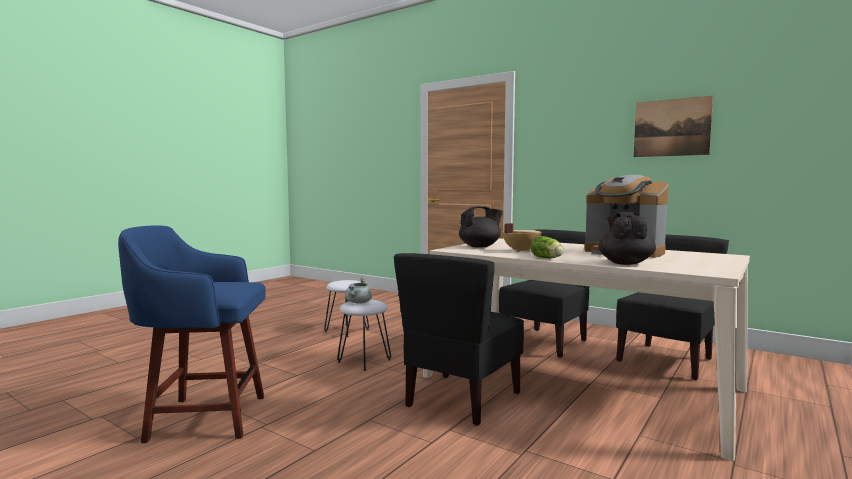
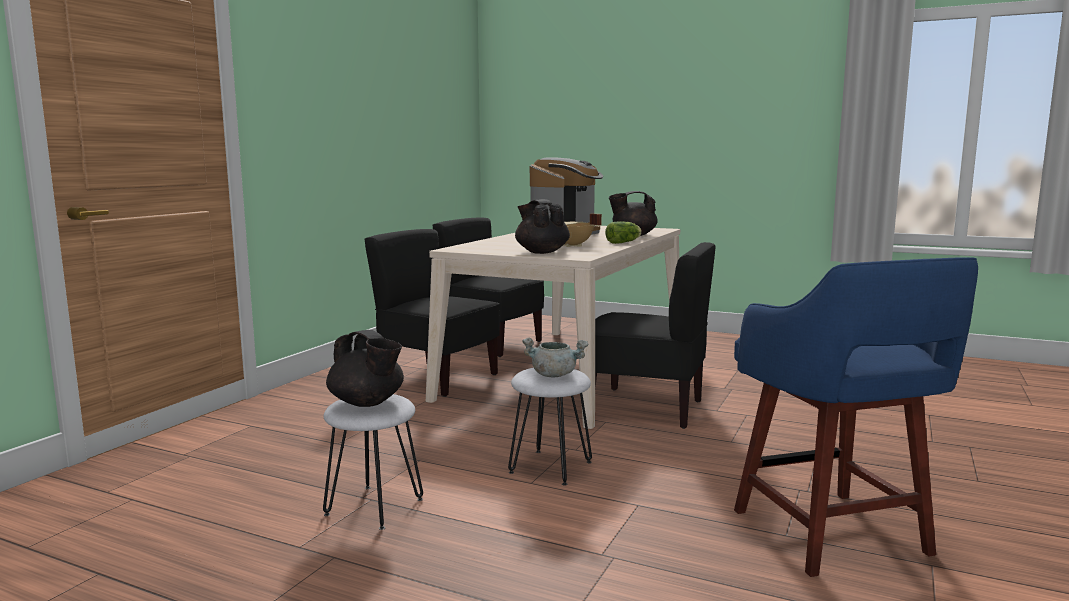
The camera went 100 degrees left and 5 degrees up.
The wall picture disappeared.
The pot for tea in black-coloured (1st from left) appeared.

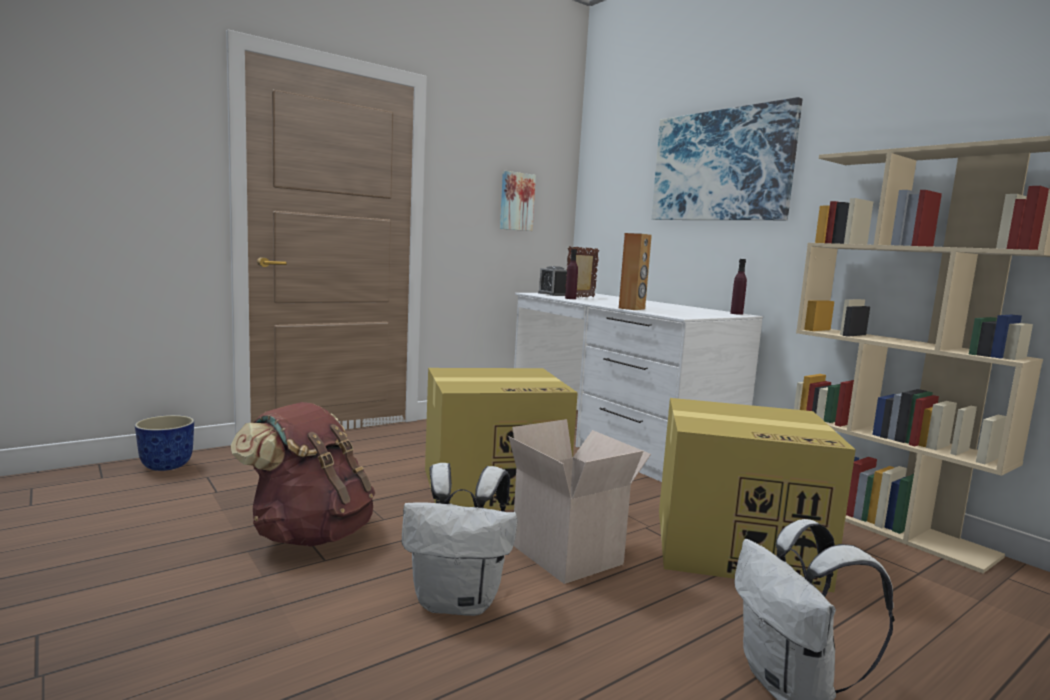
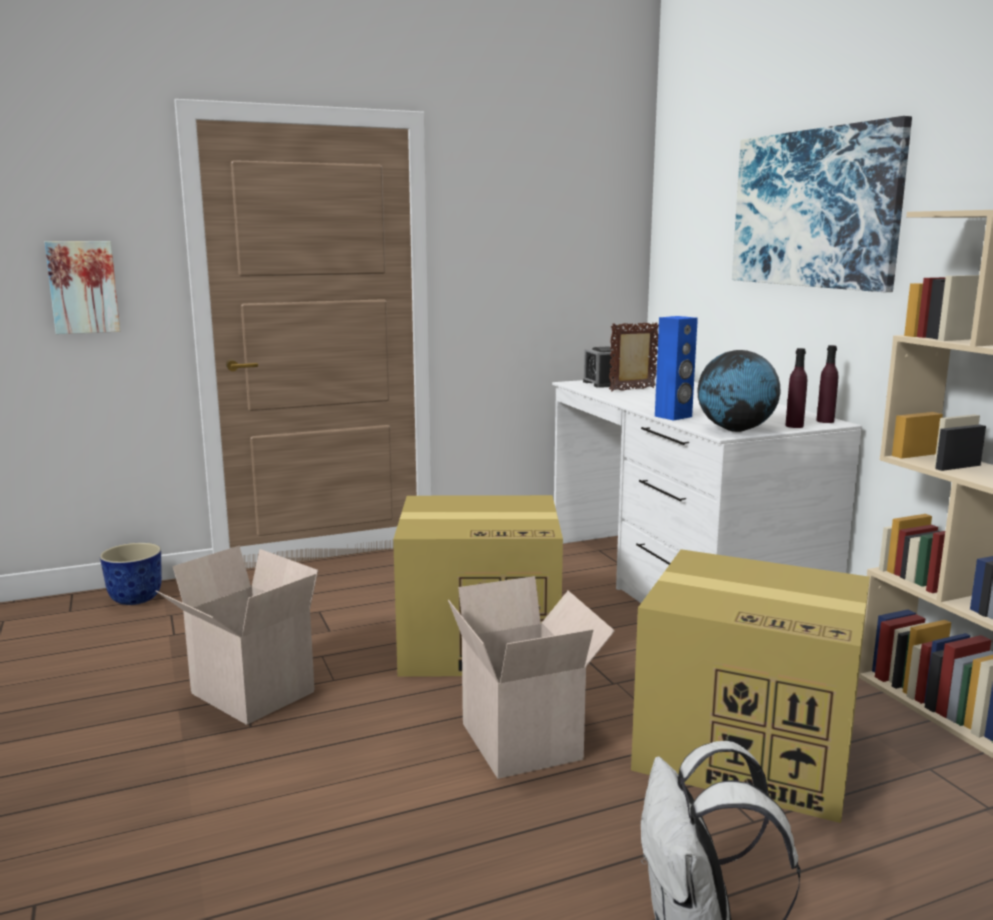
The camera went 15 degrees right and 5 degrees up.
The wall picture (1st from left) moved.
The audio speaker in brown became the audio speaker in blue.
The bottle in purple-coloured (1st from left) moved.
The backpack in brown was replaced by the carton (1st from left).
The backpack in white-coloured (1st from left) disappeared.
The globe appeared.

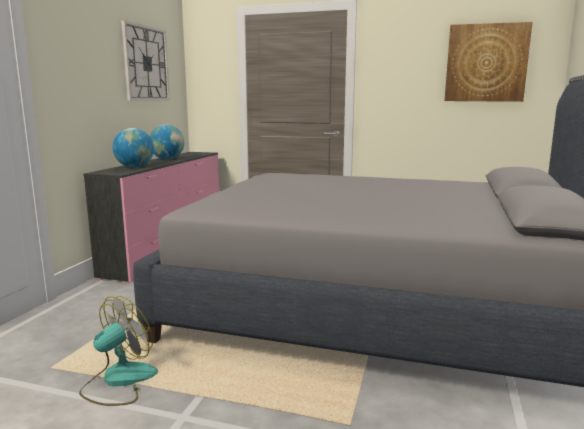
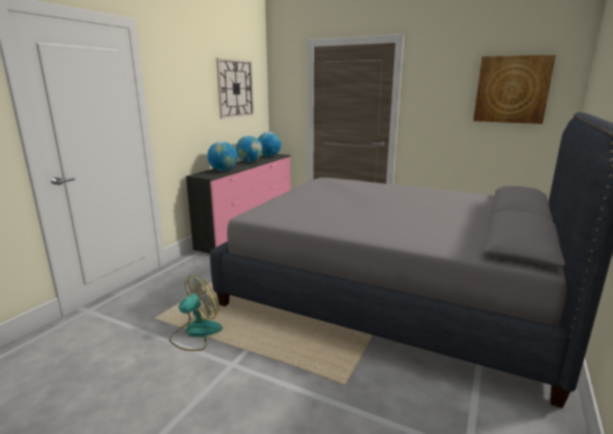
The camera went 10 degrees right and 5 degrees up.
The globe (3rd from left) appeared.

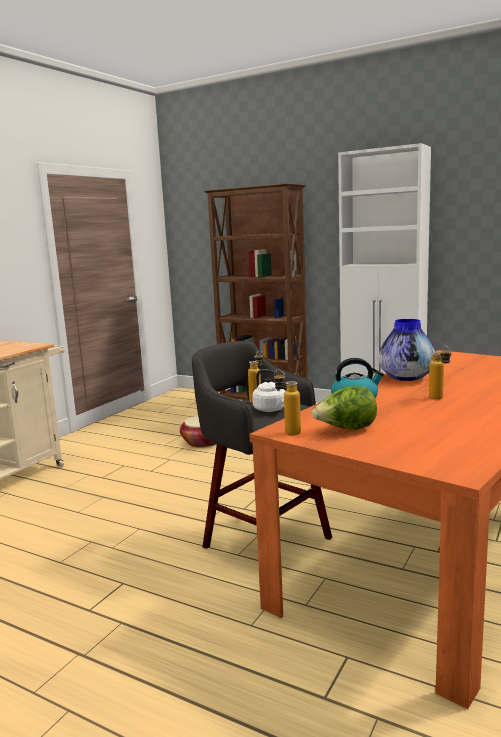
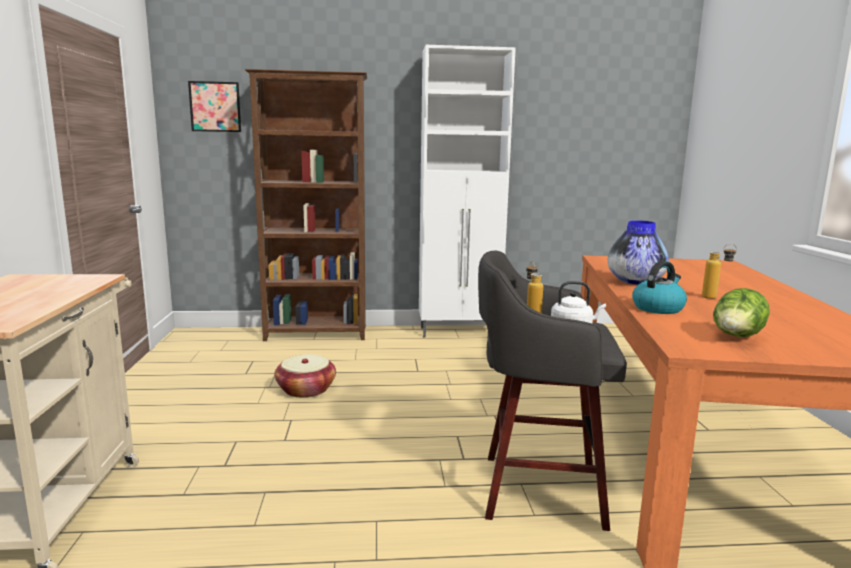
The camera went 35 degrees left and 0 degrees up.
The bottle (2nd from left) disappeared.
The wall picture appeared.

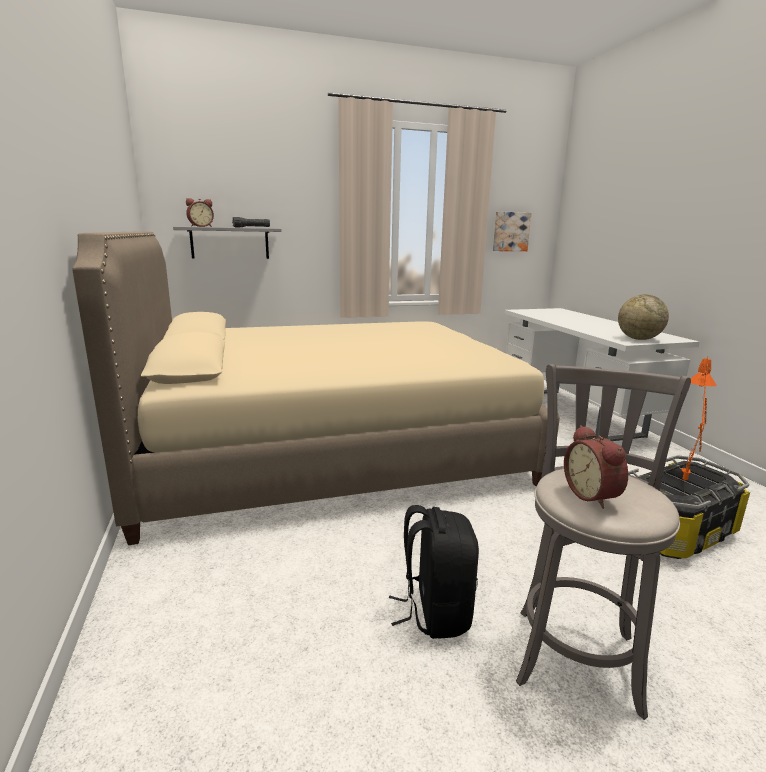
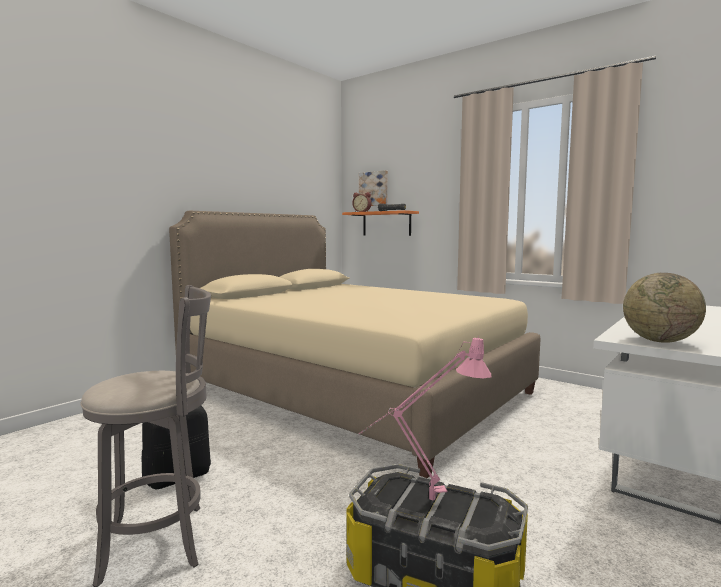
The camera went 55 degrees right and 10 degrees down.
The wall picture moved.
The shelf in greyish became the shelf in orange.
The lamp for a table in orange became the lamp for a table in pinkish.
The table clock (2nd from left) disappeared.

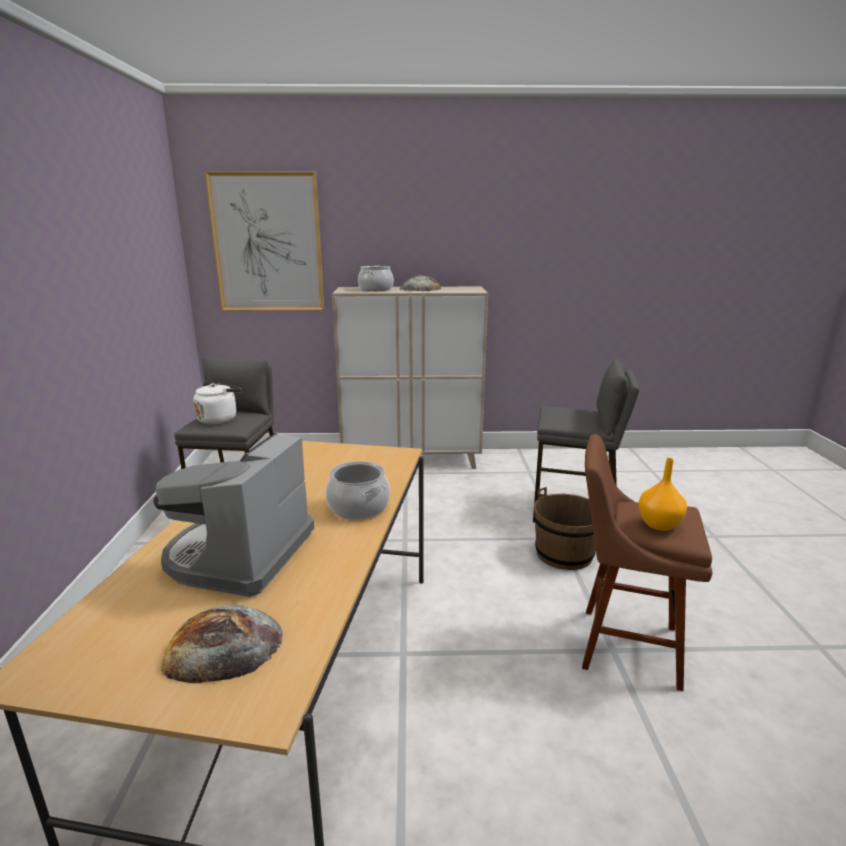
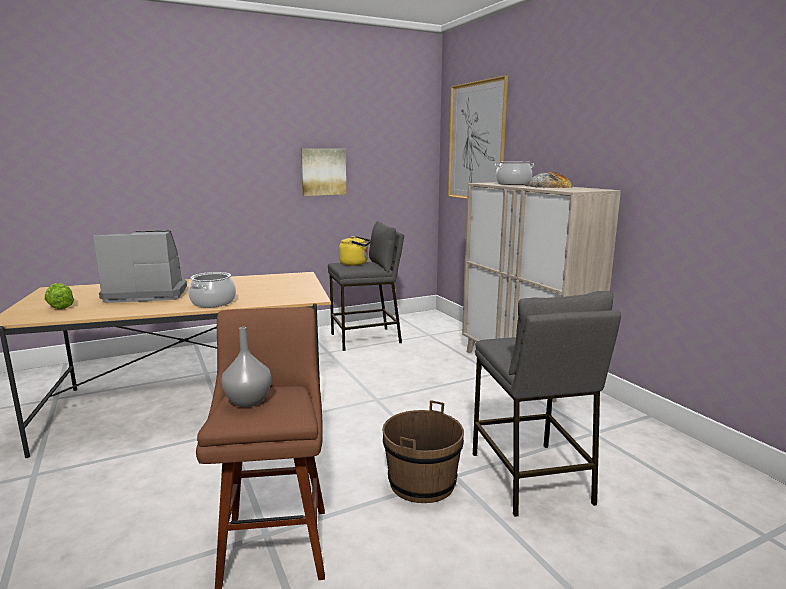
The camera went 65 degrees right and 5 degrees down.
The water kettle in white-coloured became the water kettle in yellow.
The vase in orange became the vase in greyish.
The baked bread (1st from left) was replaced by the lettuce.
The wall picture (1st from left) appeared.

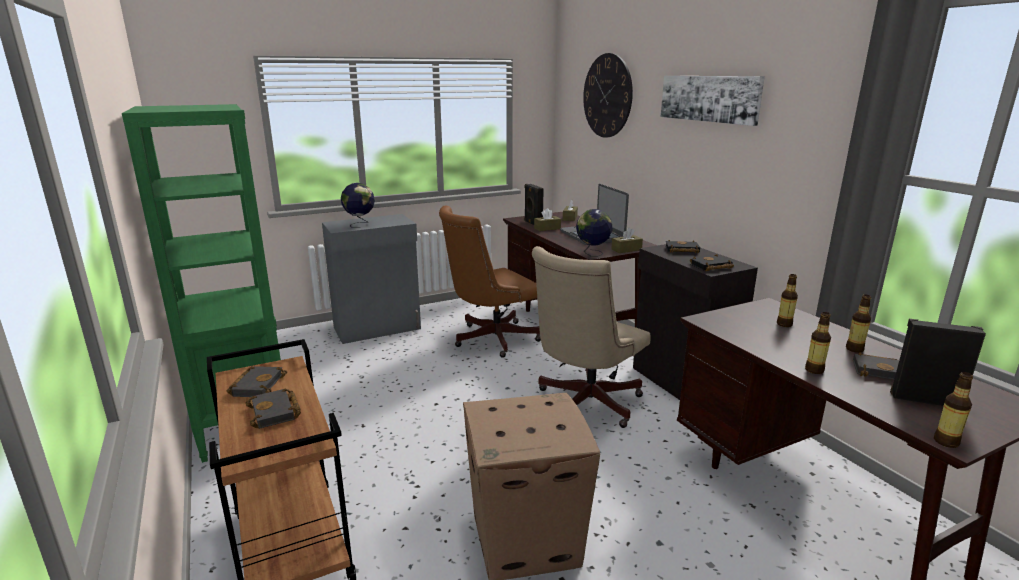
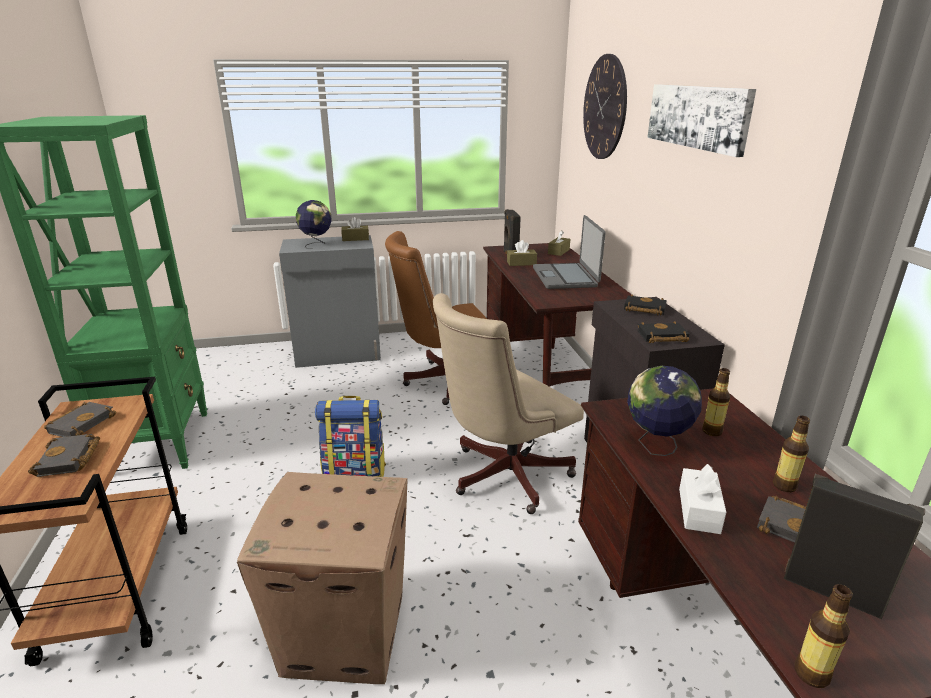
The camera went 15 degrees right and 5 degrees up.
The globe (2nd from left) moved.
The tissue box in brown (3rd from left in the first image) moved.
The bottle (2nd from left) was replaced by the tissue box in white-coloured.
The backpack appeared.

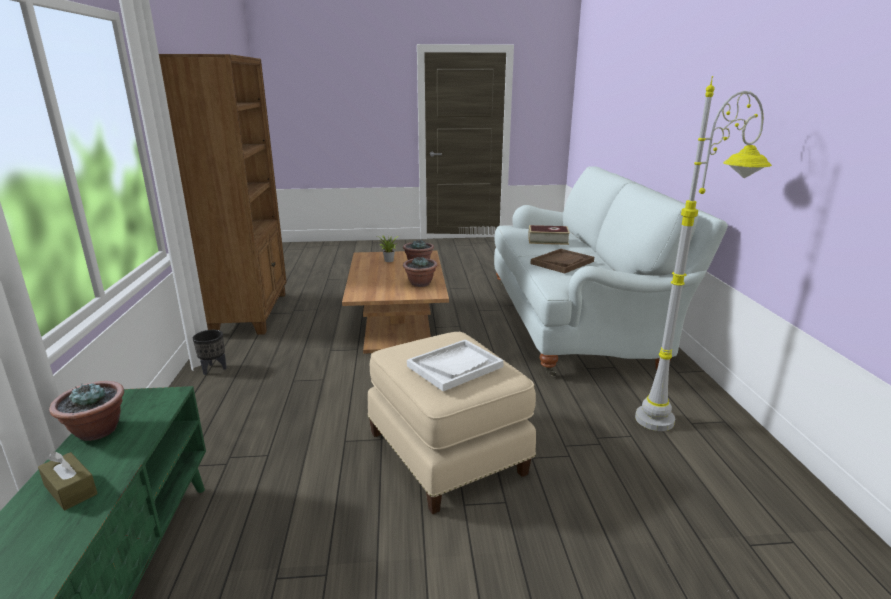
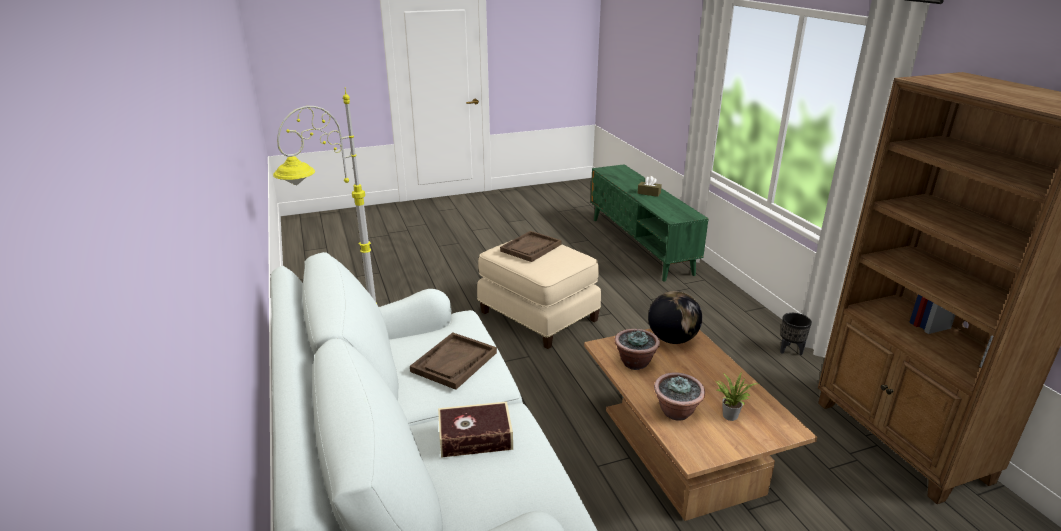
The camera went 165 degrees right and 5 degrees up.
The serving tray in white-coloured became the serving tray in brown (2nd from left).
The houseplant (1st from left) disappeared.
The globe appeared.

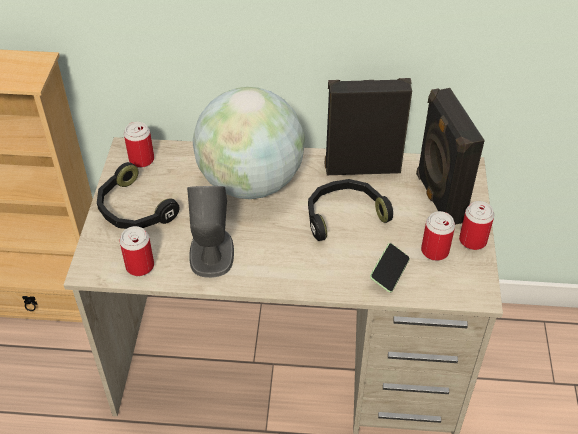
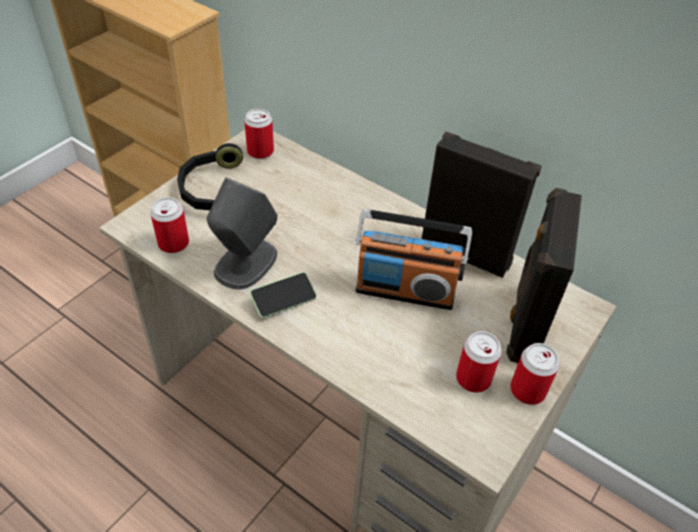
The camera went 30 degrees right and 0 degrees up.
The globe disappeared.
The pair of headphones in black-coloured (2nd from left) was replaced by the radio.
The handset moved.

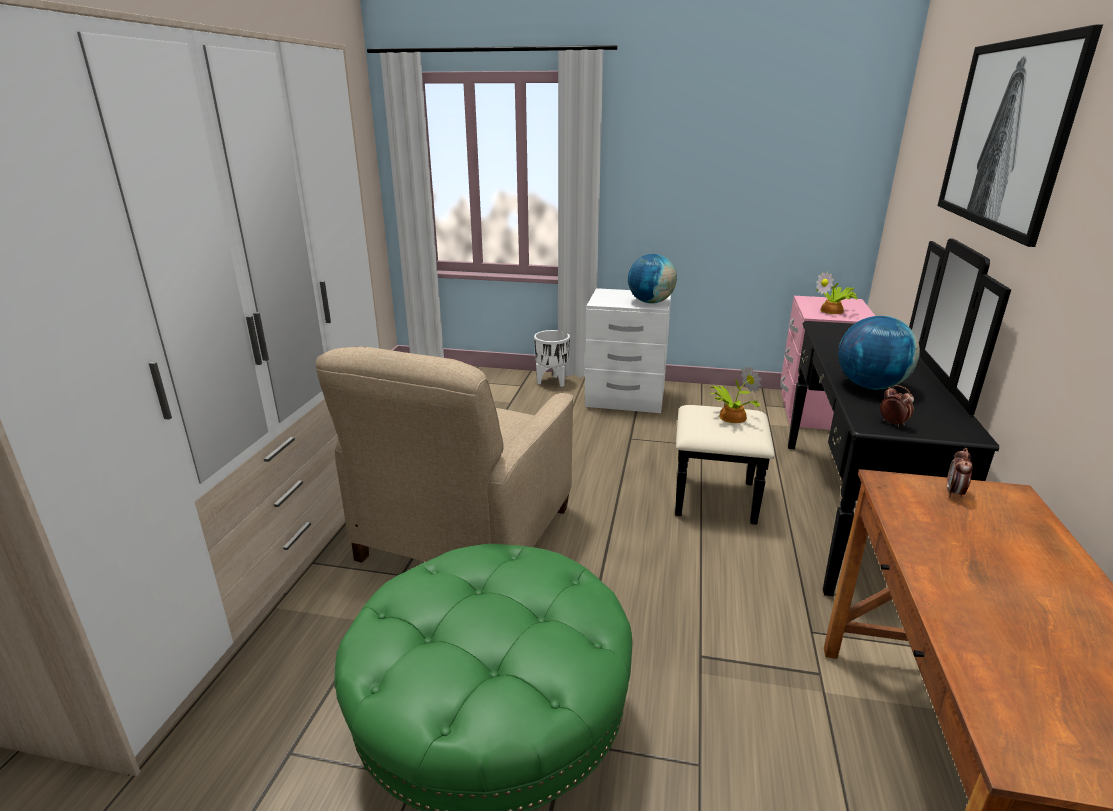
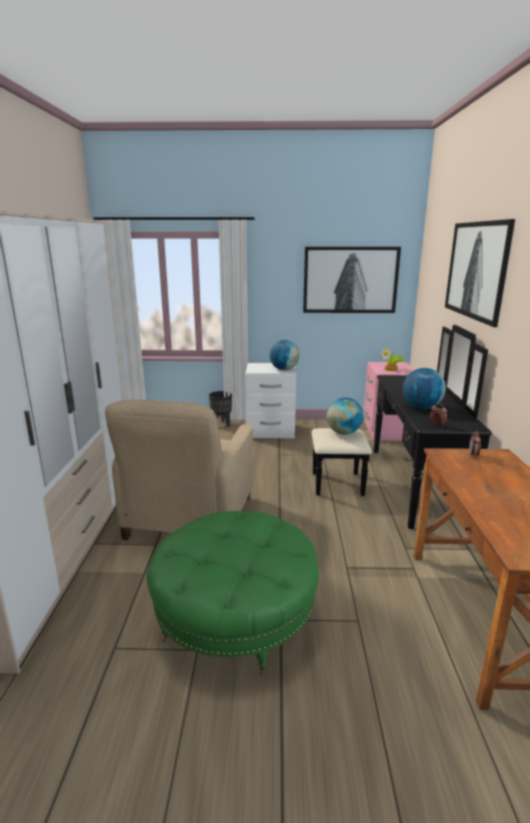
The camera went 10 degrees left and 5 degrees down.
The plant pot in white-coloured became the plant pot in black-coloured.
The houseplant (1st from left) was replaced by the globe (2nd from left).
The wall picture (1st from left) appeared.

